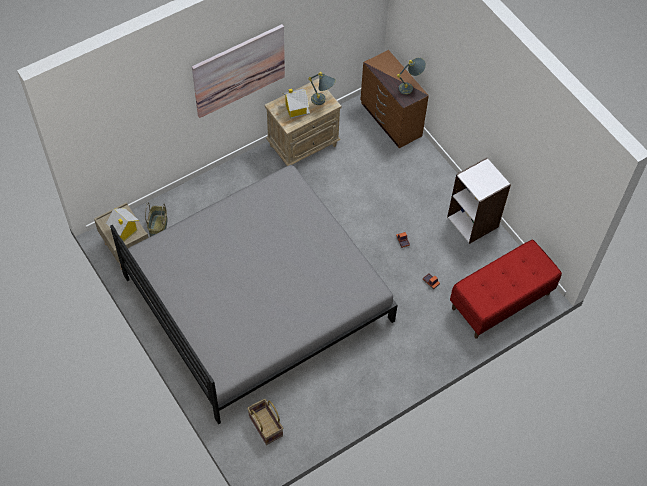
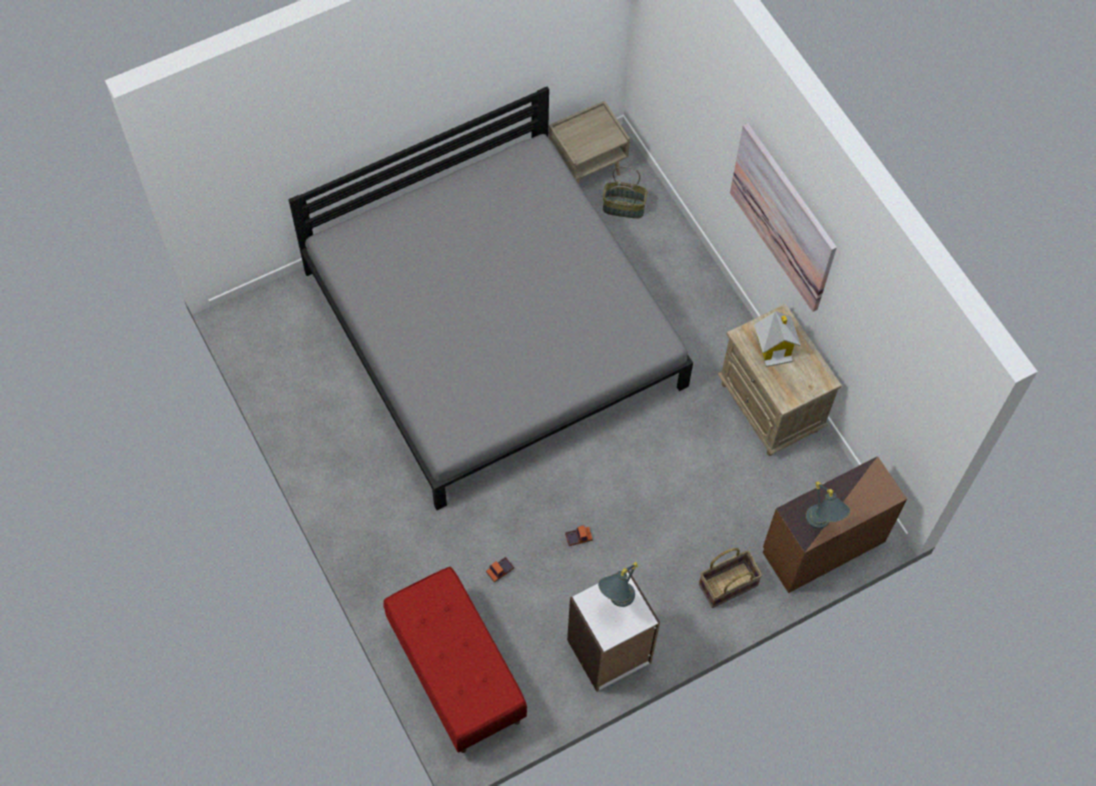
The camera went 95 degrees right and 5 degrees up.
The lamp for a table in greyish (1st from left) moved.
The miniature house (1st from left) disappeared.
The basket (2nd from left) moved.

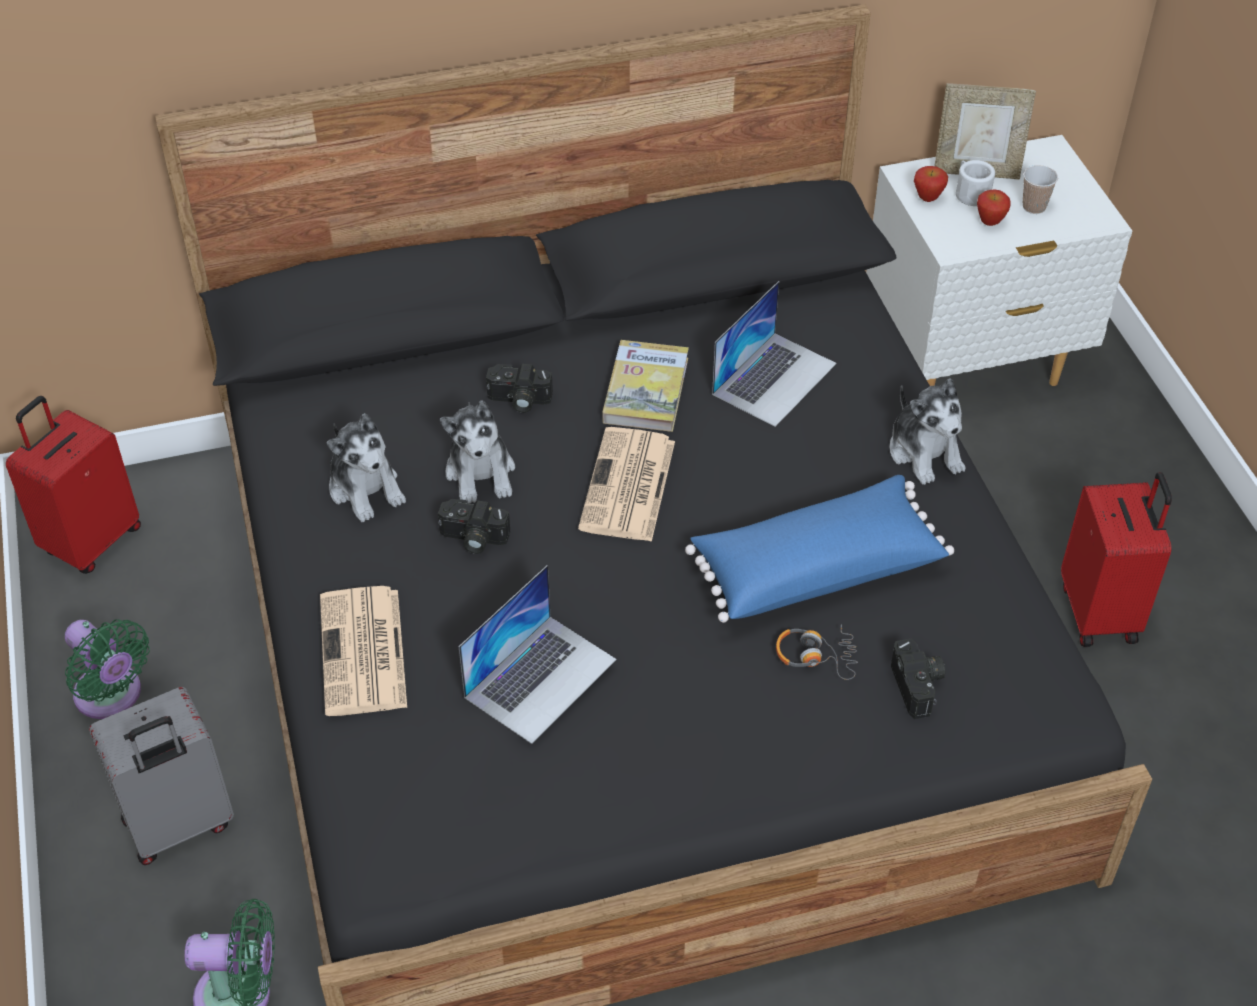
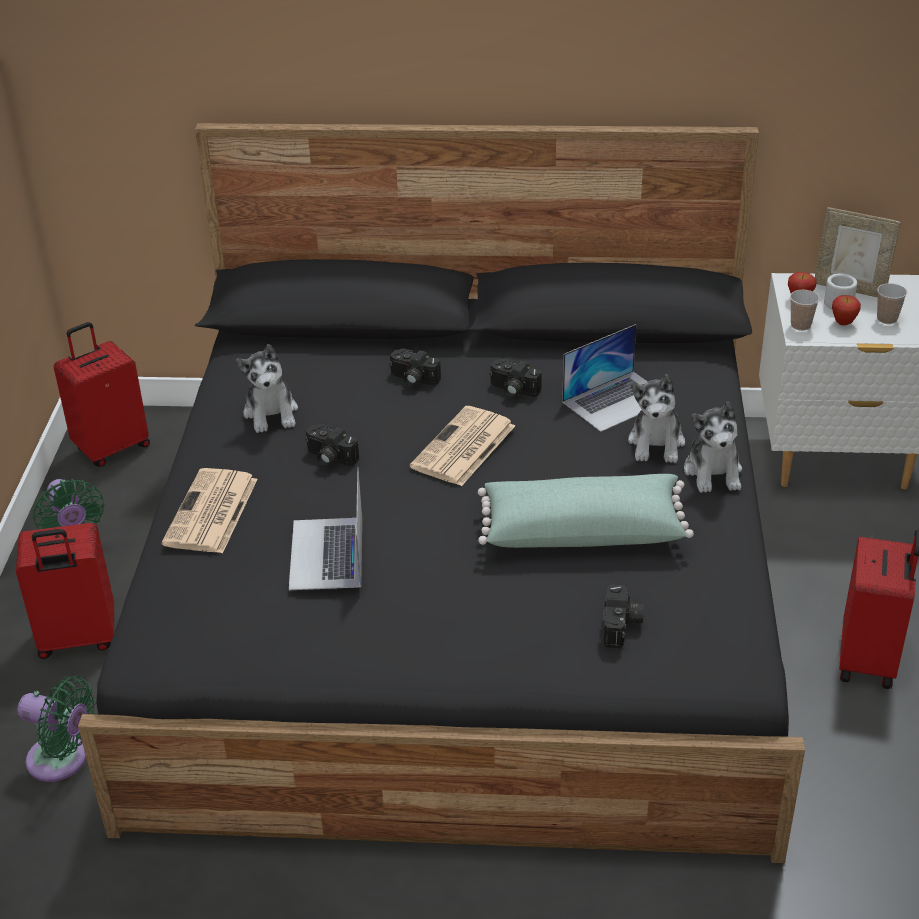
The camera went 20 degrees right and 10 degrees down.
The book was replaced by the photo camera (3rd from left).
The soft toy (2nd from left) moved.
The throw pillow in blue became the throw pillow in green.
The portable computer (1st from left) turned 120 degrees clockwise.
The pair of headphones disappeared.
The suitcase in greyish became the suitcase in reddish (1st from left).
The drinking cup (1st from left) appeared.

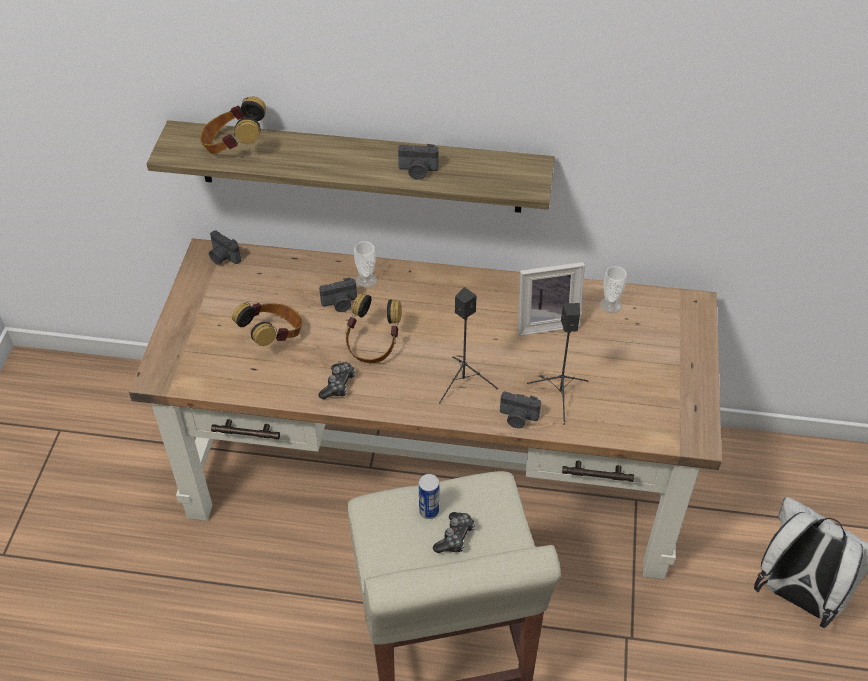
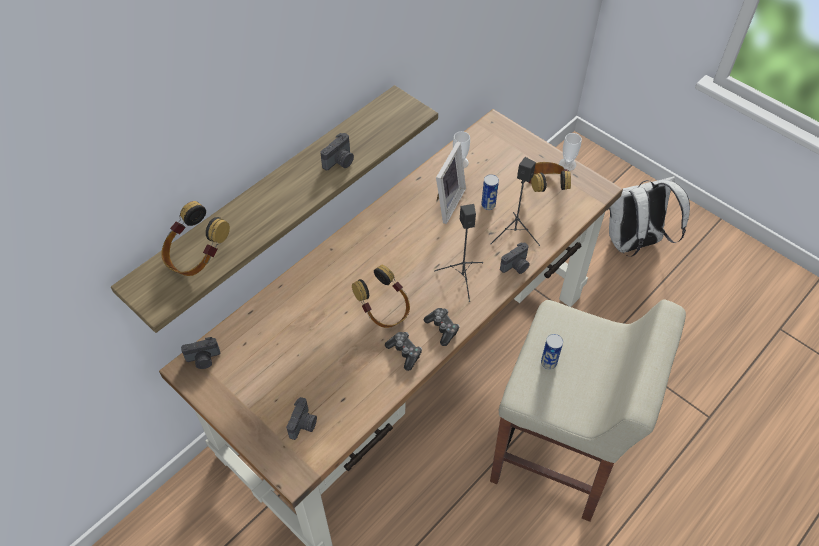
The camera went 55 degrees left and 5 degrees up.
The drinking cup (1st from left in the first image) moved.
The photo camera (2nd from left) moved.
The pair of headphones (2nd from left in the first image) moved.
The game controller (2nd from left) moved.
The sealed can (1st from left) appeared.

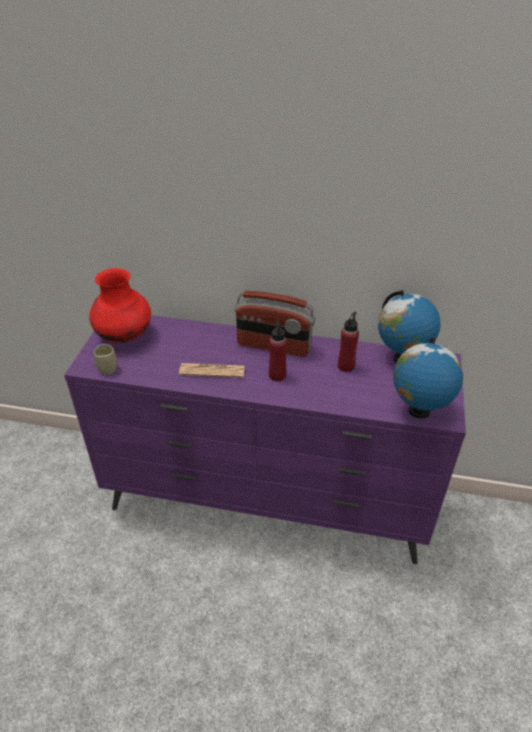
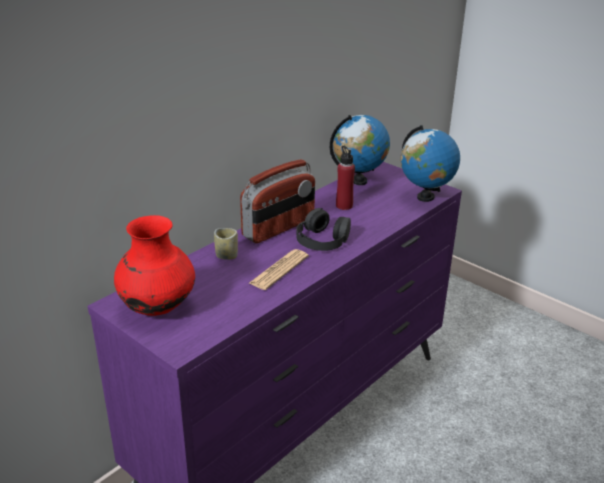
The camera went 60 degrees left and 10 degrees down.
The bottle in reddish (1st from left) was replaced by the pair of headphones in black-coloured.
The drinking cup moved.

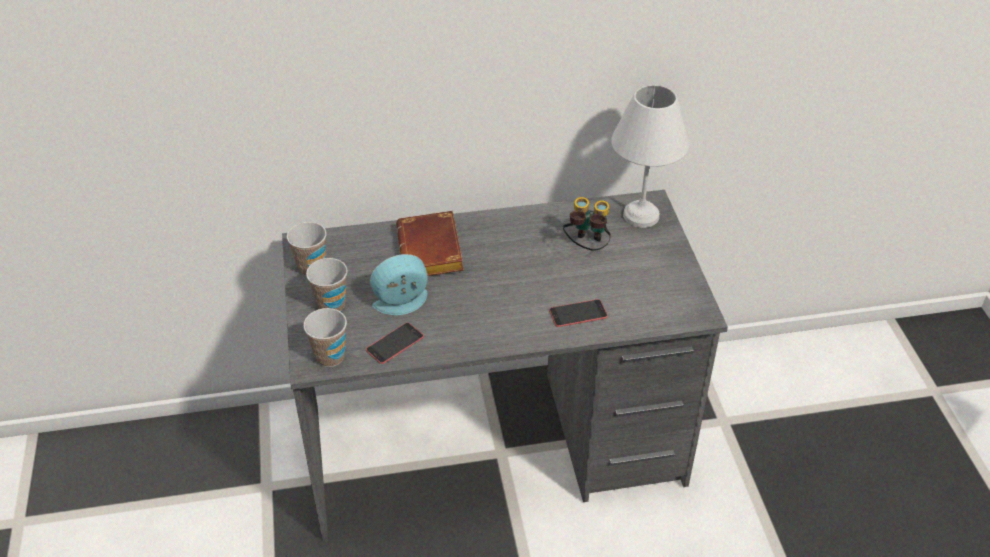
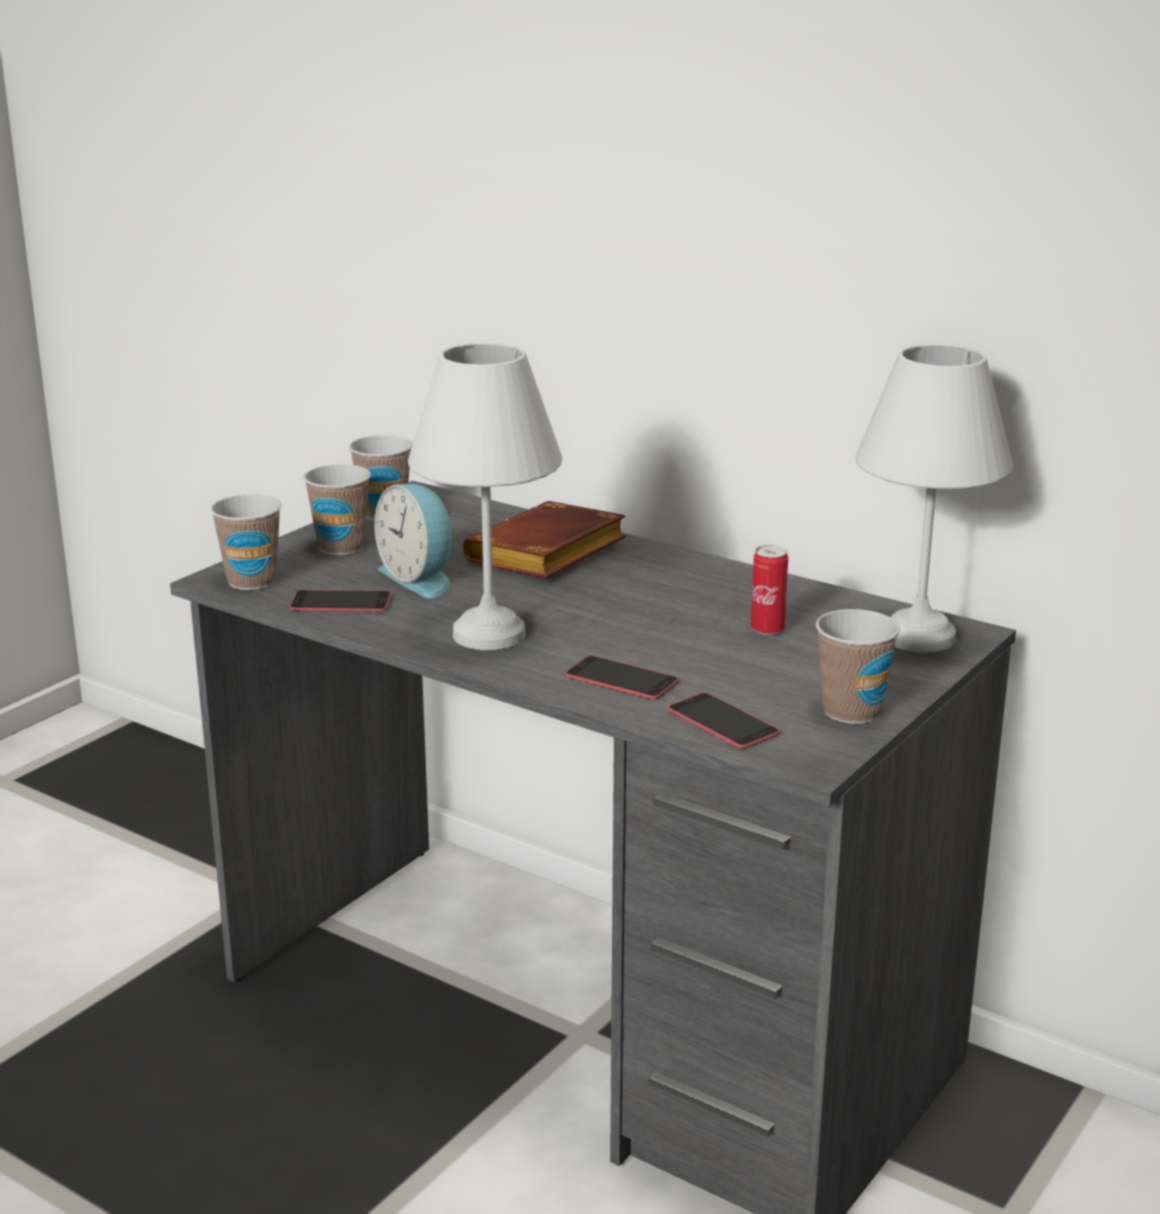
The camera went 45 degrees right and 20 degrees down.
The pair of binoculars was replaced by the sealed can.
The table clock turned 150 degrees counterclockwise.
The lamp for a table in white-coloured (1st from left) appeared.
The drinking cup (4th from left) appeared.
The handset (3rd from left) appeared.

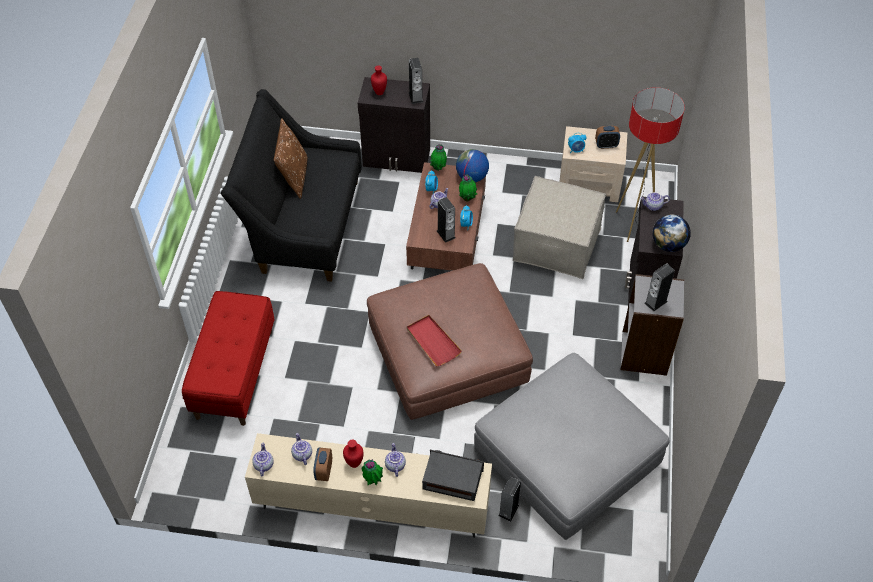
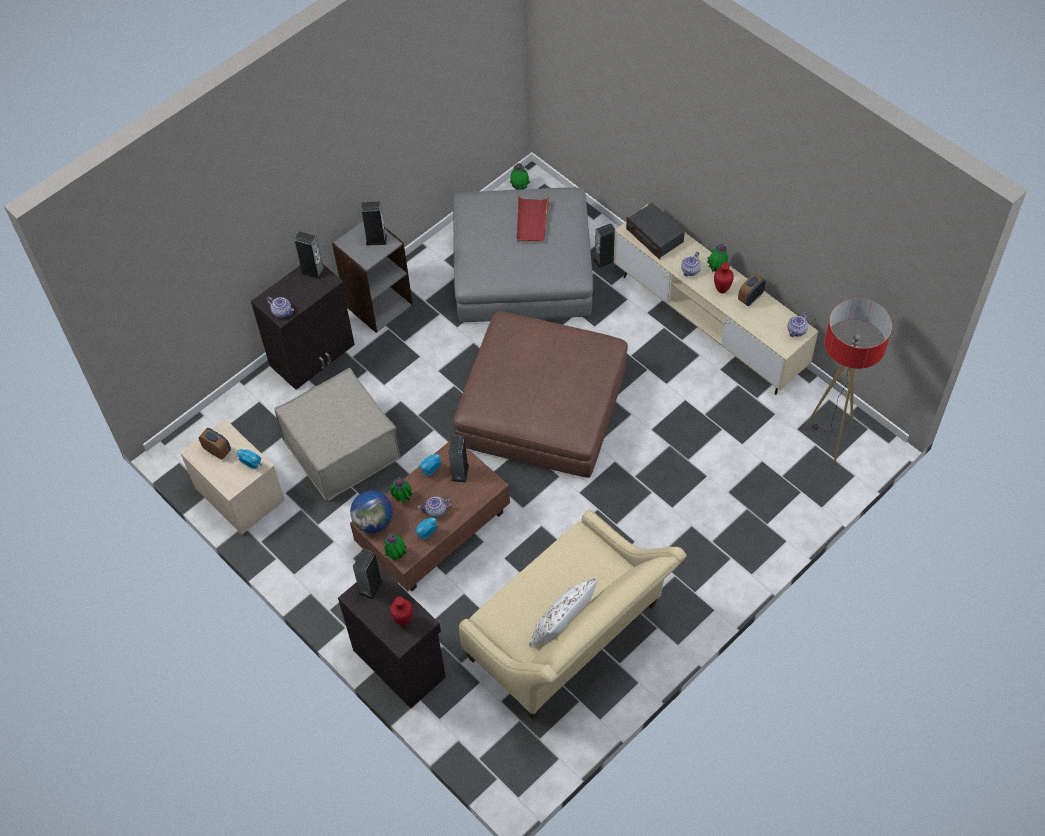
The camera went 140 degrees left and 5 degrees up.
The standing lamp moved.
The couch in black-coloured became the couch in beige-coloured.
The throw pillow in brown became the throw pillow in white-coloured.
The globe (2nd from left) was replaced by the audio speaker (1st from left).
The long seat in reddish disappeared.
The serving tray in reddish moved.
The pot for tea (2nd from left) disappeared.
The houseplant (3rd from left) appeared.

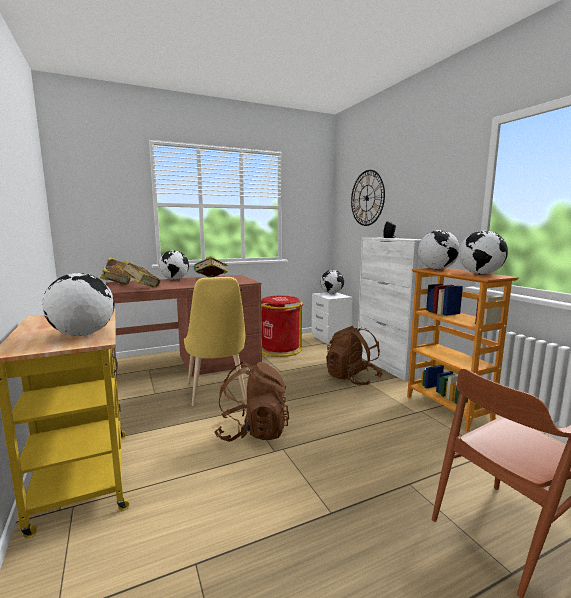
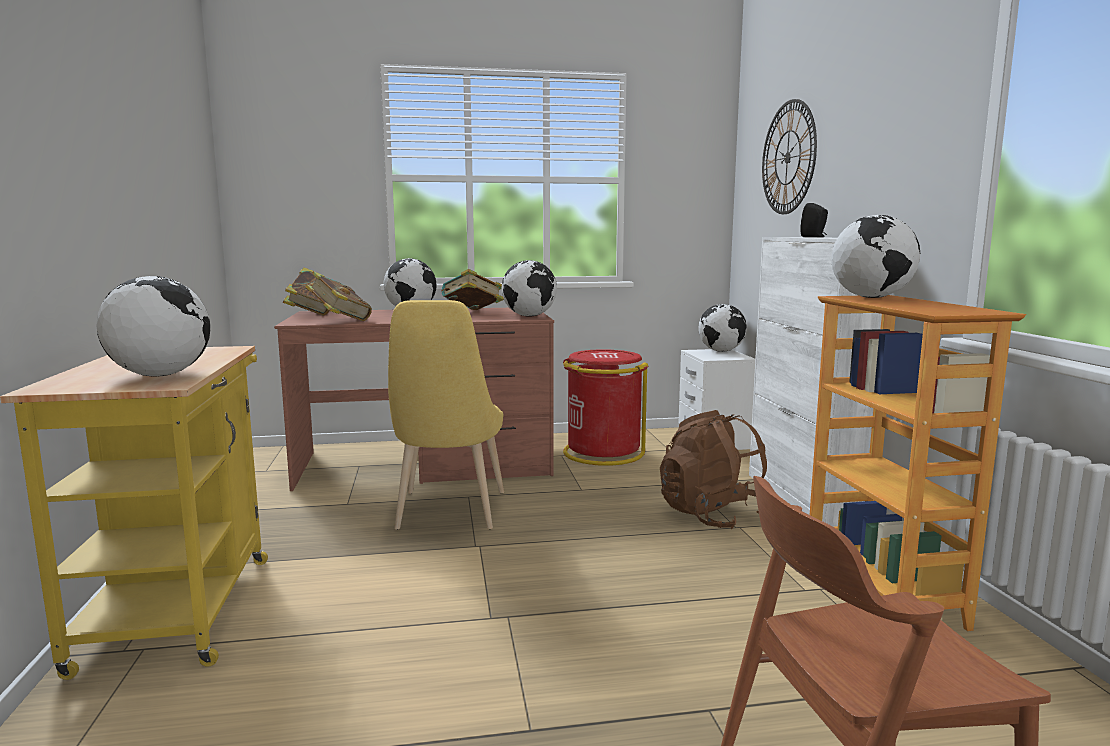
The camera went 15 degrees right and 0 degrees up.
The globe (5th from left in the first image) moved.
The backpack in brown (1st from left) disappeared.

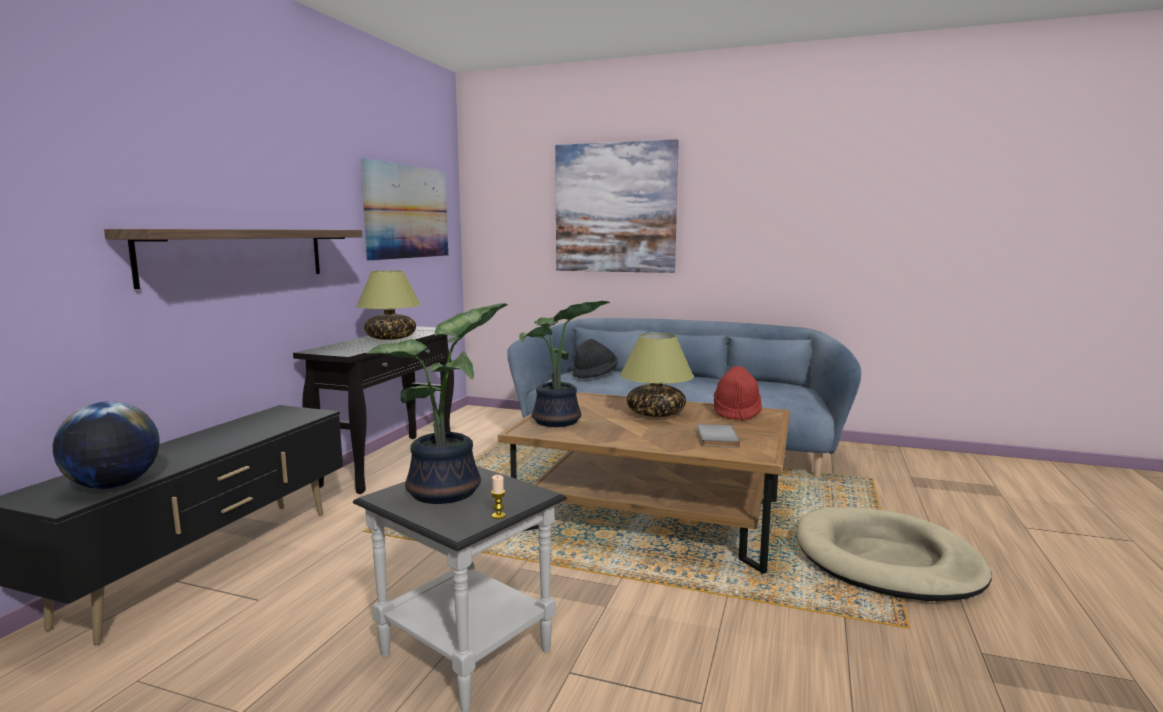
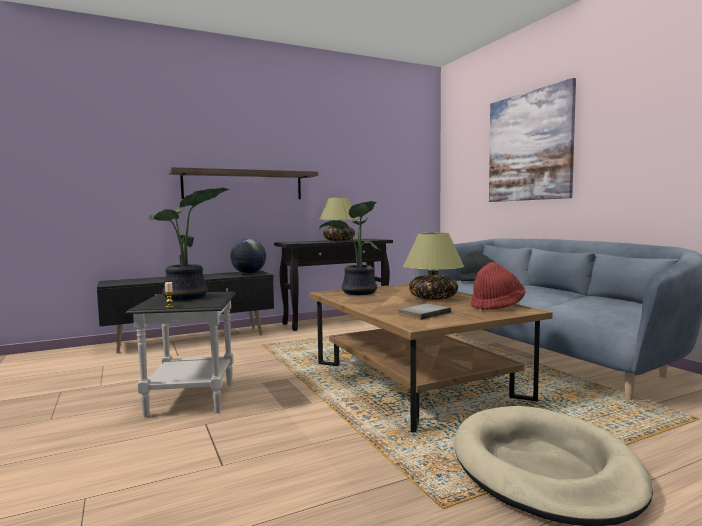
The camera went 45 degrees right and 5 degrees down.
The wall picture (1st from left) disappeared.
The globe moved.

